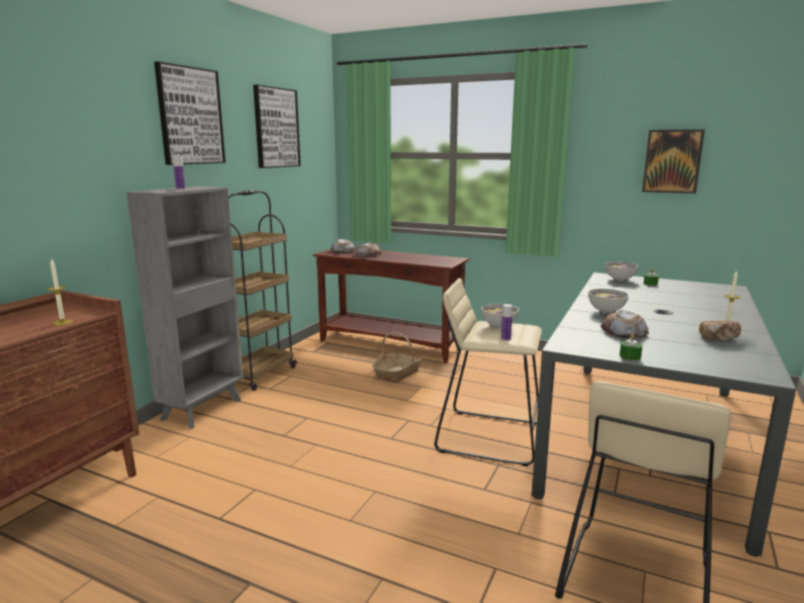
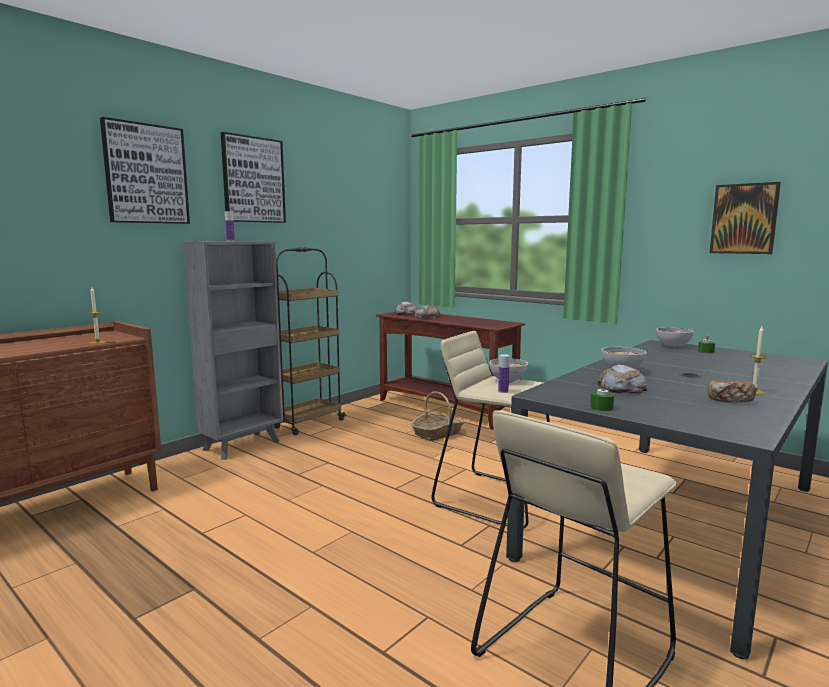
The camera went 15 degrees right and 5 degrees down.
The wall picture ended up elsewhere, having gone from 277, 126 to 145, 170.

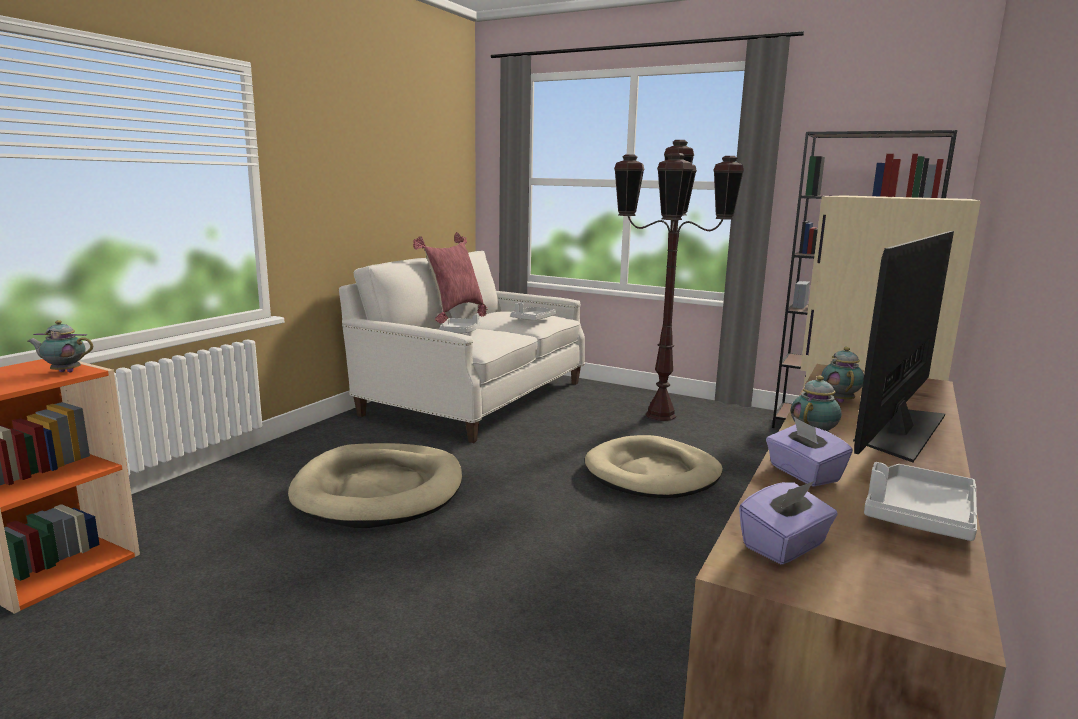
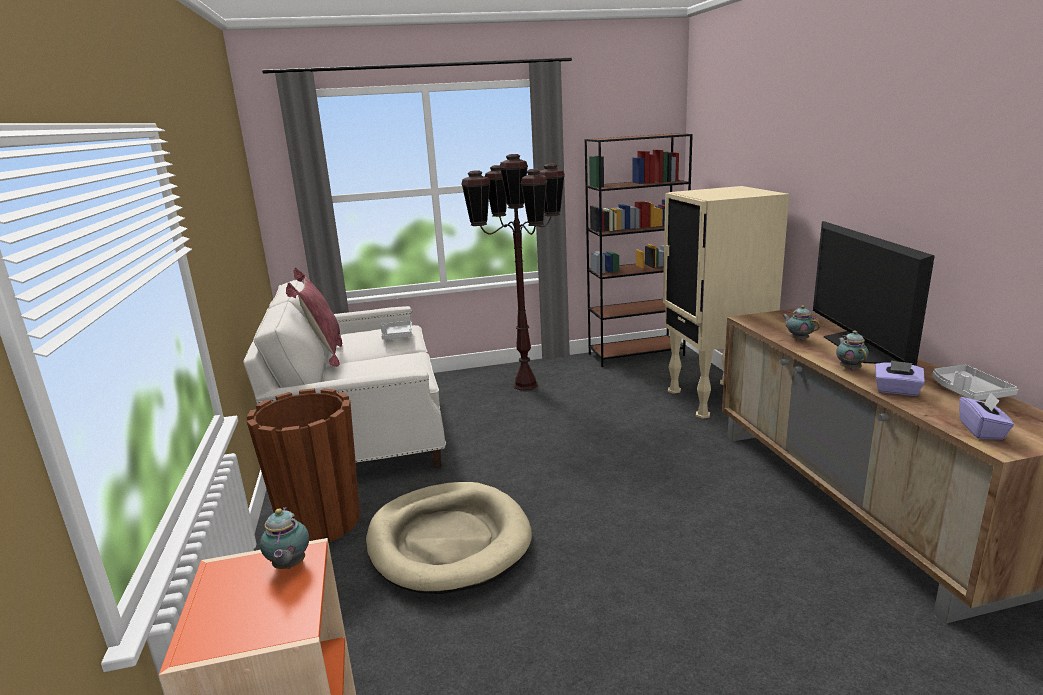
The camera went 40 degrees left and 5 degrees up.
The second view gained the brownish flower pot at 303, 465.
The teapot at 60, 346 ended up facing another way, 60 degrees counterclockwise from before.
The second view lost the gray carrying tray at 459, 323.
The second view lost the beige-coloured dog bed at 654, 466.

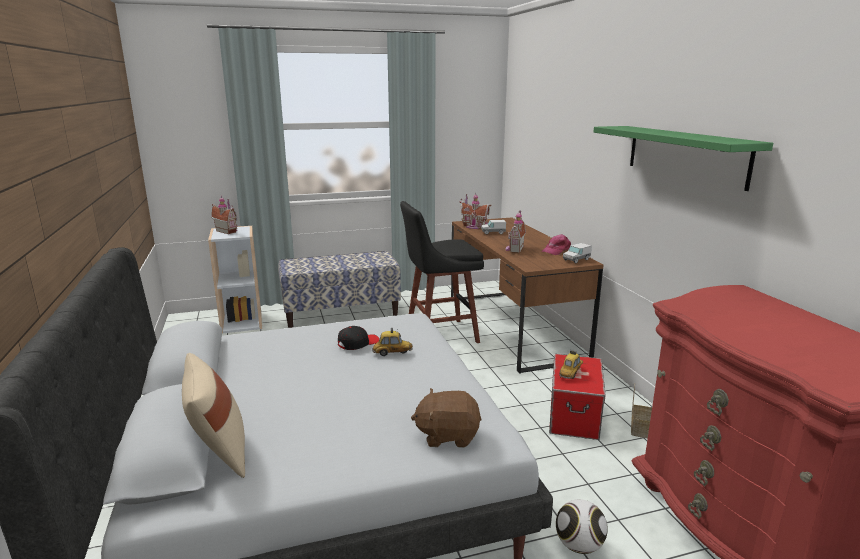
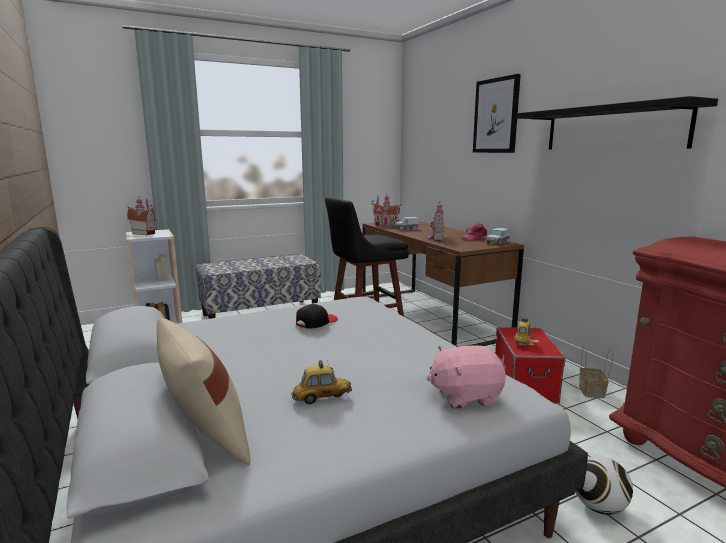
The camera went 10 degrees left and 5 degrees down.
The model car ended up elsewhere, having gone from 392, 342 to 321, 382.
What was the brownish plush toy at 446, 418 turned into the pinkish plush toy at 466, 377.
The second view gained the wall picture at 497, 113.
What was the greenish shelf at 683, 158 turned into the black shelf at 617, 122.

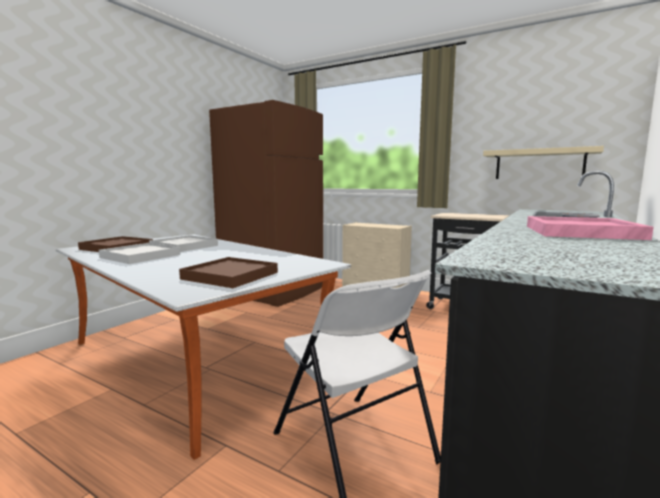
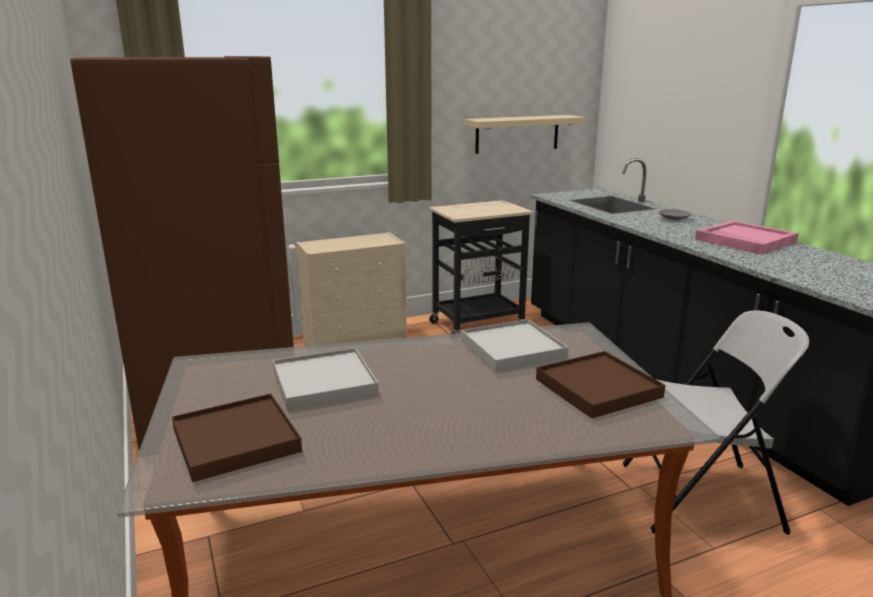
The camera went 55 degrees left and 10 degrees up.
The whitish carrying tray ended up elsewhere, having gone from 139, 253 to 515, 345.

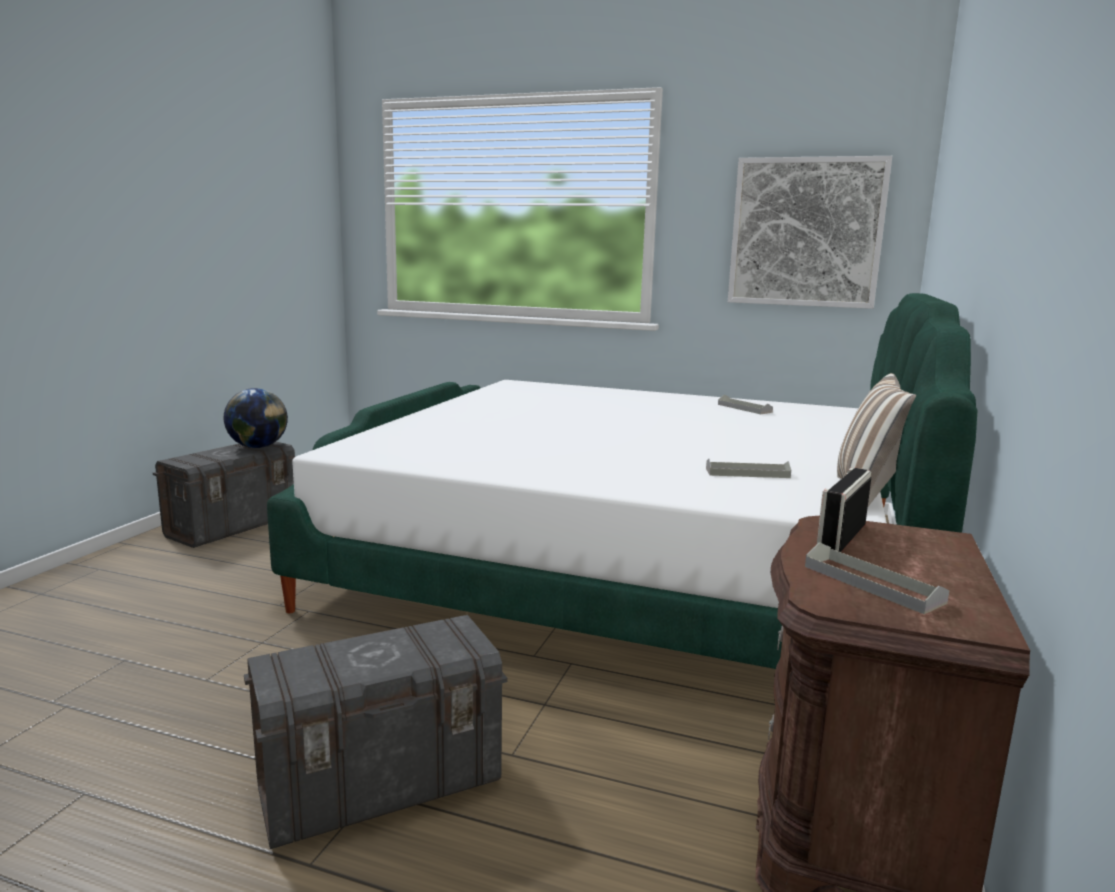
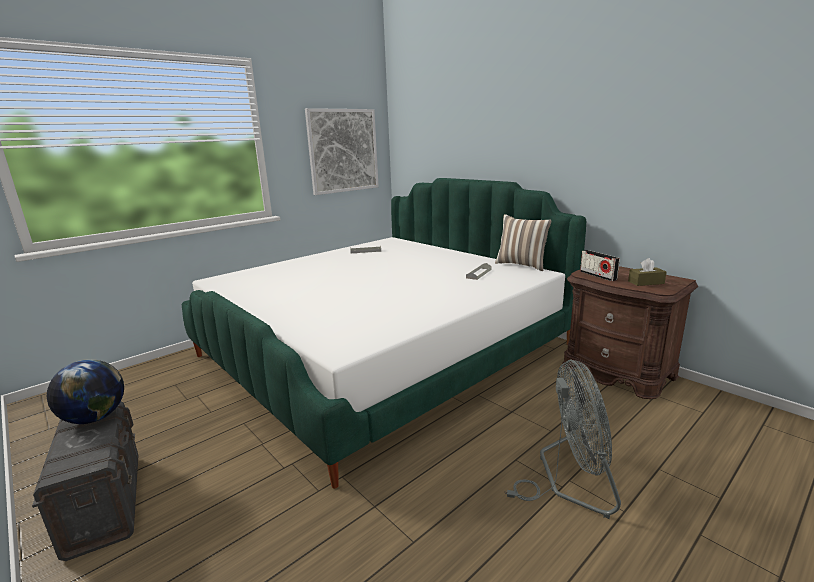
The camera went 60 degrees left and 5 degrees up.
Where the gray storage bin stood at 376, 732, the gray fan came to stand at 562, 439.
Where the gray carrying tray stood at 877, 578, the brownish tissue box came to stand at 647, 272.

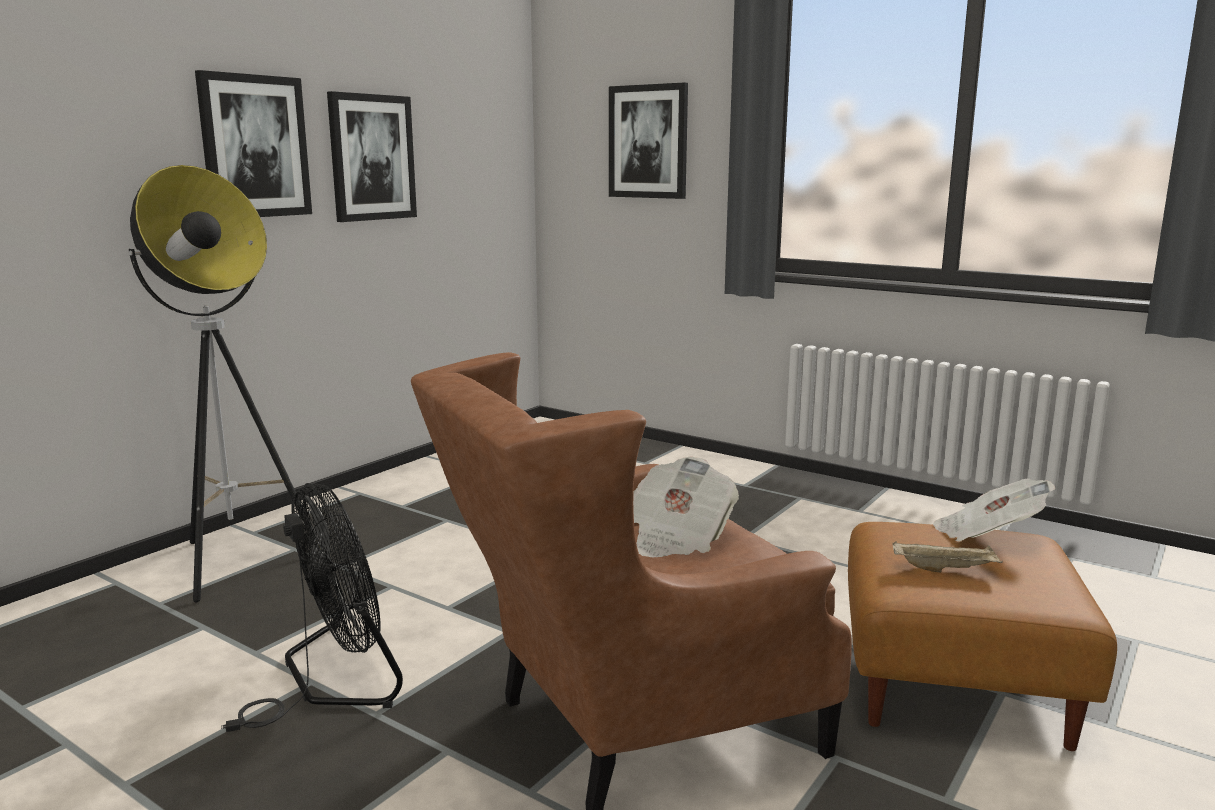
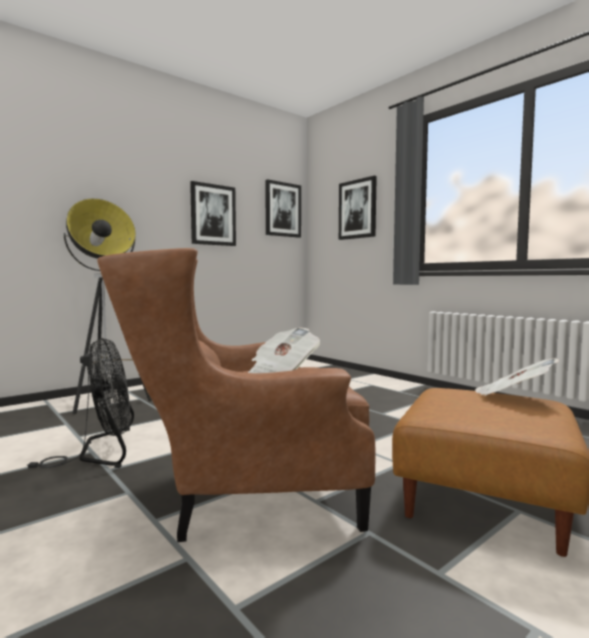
The camera went 15 degrees right and 10 degrees down.
The wall picture ended up elsewhere, having gone from 253, 143 to 283, 208.
The second view lost the beige-coloured carrying tray at 947, 557.

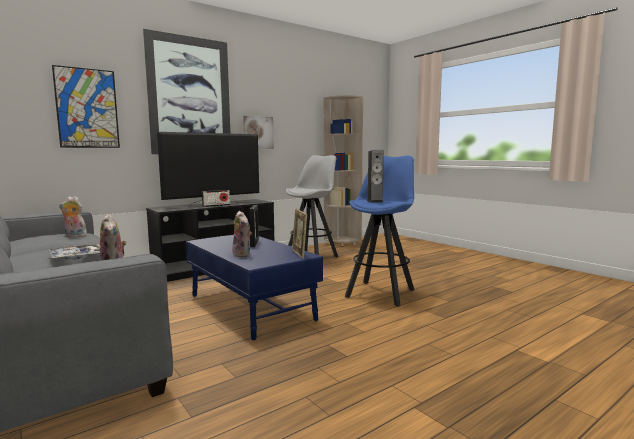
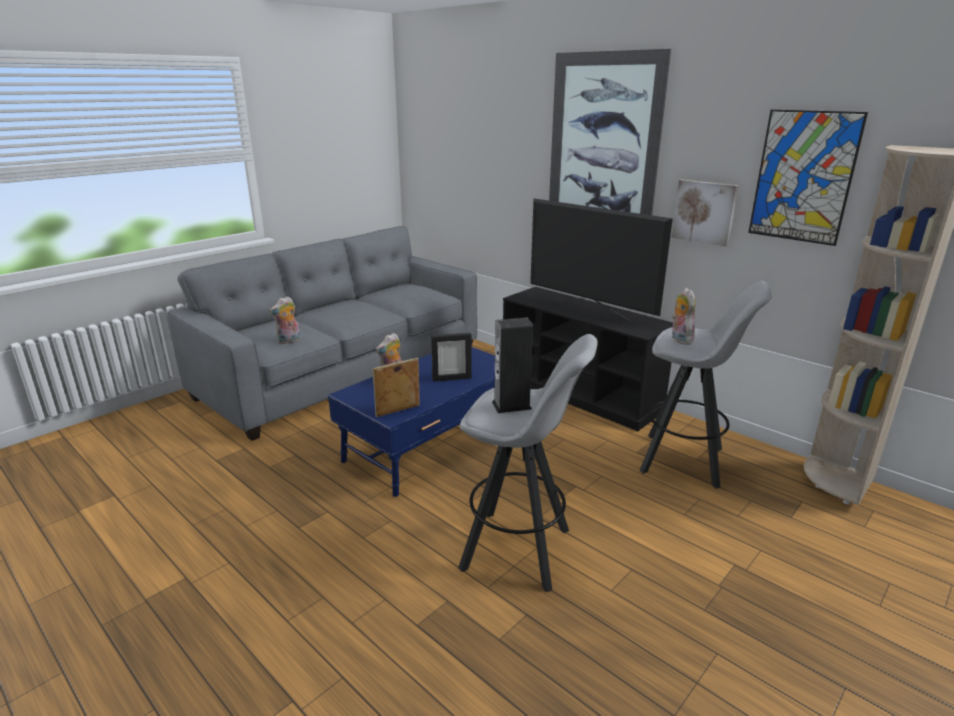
The camera went 80 degrees right and 15 degrees up.
What was the blue sitting stool at 379, 231 turned into the gray sitting stool at 527, 463.
The plush toy ended up elsewhere, having gone from 73, 216 to 684, 316.
The wall picture ended up elsewhere, having gone from 86, 106 to 808, 178.
The second view lost the carrying tray at 74, 252.
The second view lost the radio set at 216, 198.

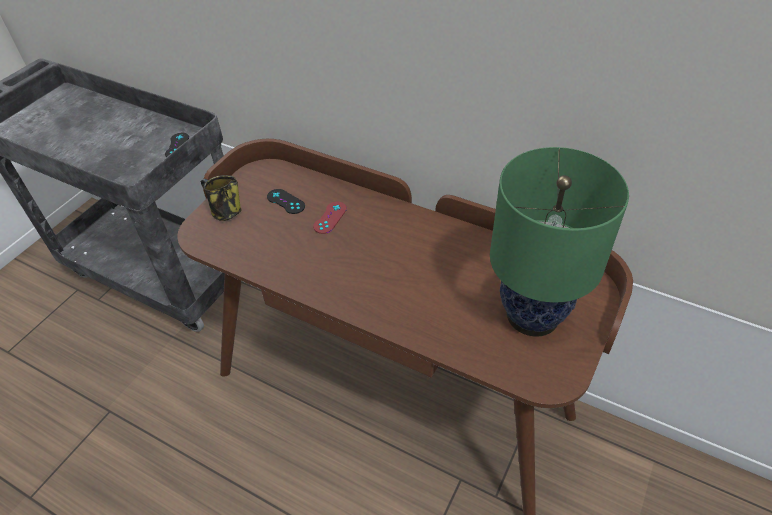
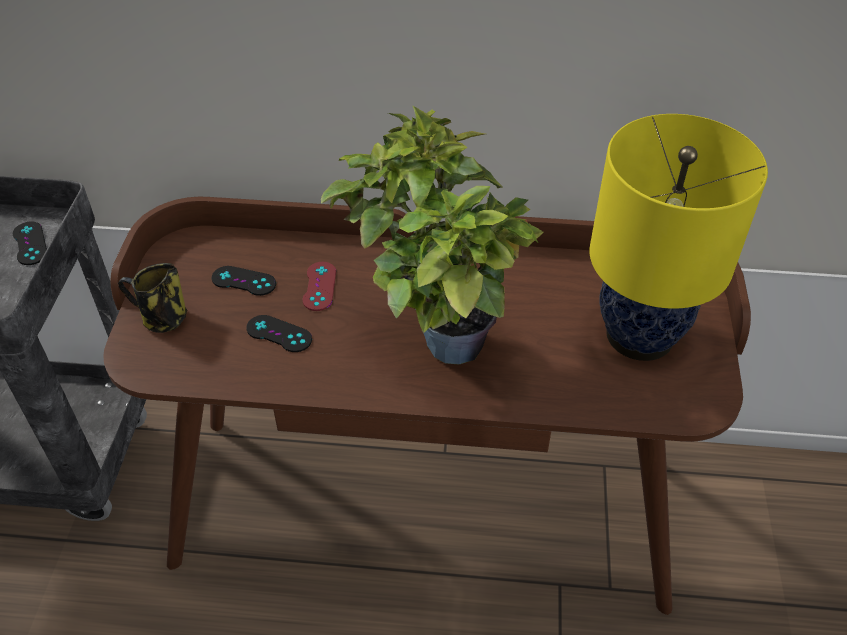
The camera went 25 degrees left and 0 degrees up.
The second view gained the black game controller at 279, 333.
The second view gained the houseplant at 432, 234.
What was the greenish lamp for a table at 559, 242 turned into the yellowish lamp for a table at 678, 237.

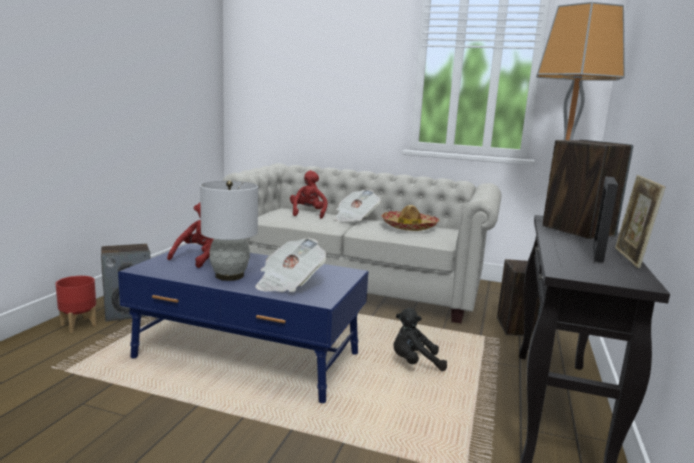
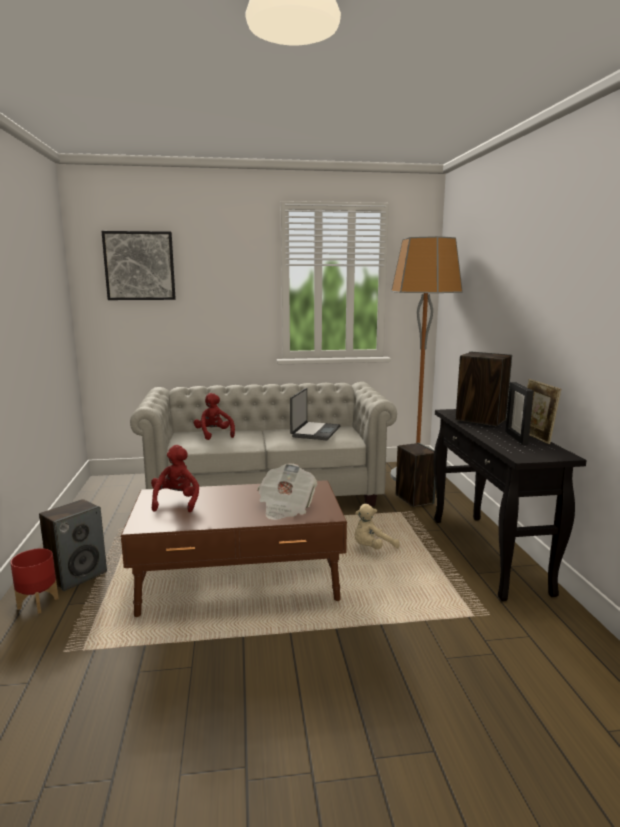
The camera went 25 degrees left and 0 degrees up.
The second view gained the wall picture at 138, 265.
What was the blue low table at 243, 323 turned into the brownish low table at 234, 548.
Where the hat stood at 410, 218, the notebook computer came to stand at 315, 414.
What was the black plush toy at 420, 339 turned into the beige-coloured plush toy at 377, 526.
The second view lost the whitish lamp for a table at 229, 230.
The second view lost the newspaper at 357, 205.

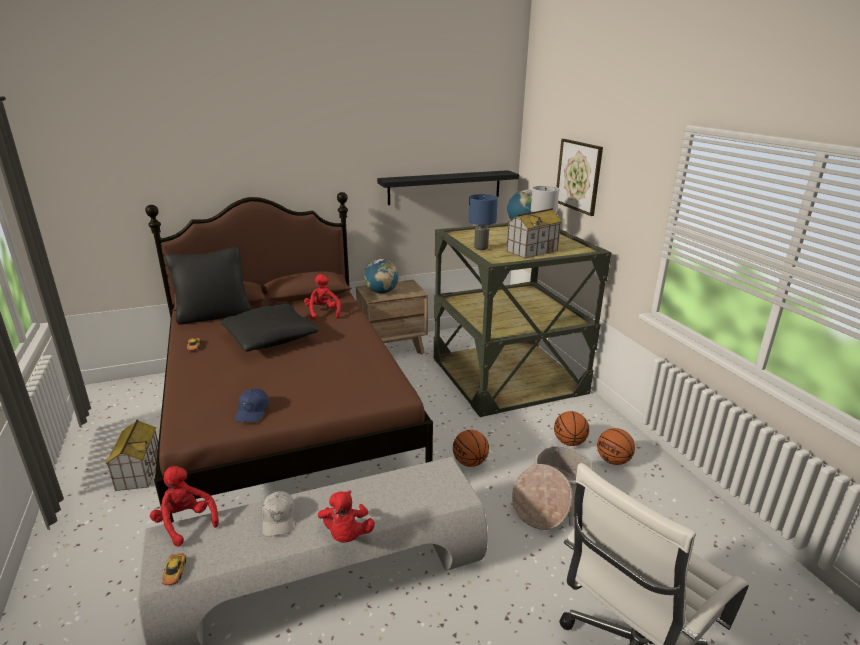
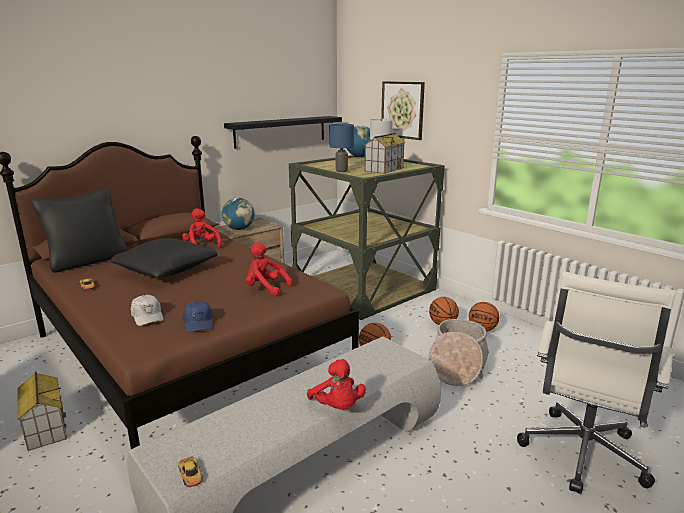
The camera went 20 degrees left and 5 degrees down.
The whitish cap ended up elsewhere, having gone from 278, 514 to 147, 310.
The reddish plush toy ended up elsewhere, having gone from 184, 506 to 269, 269.

